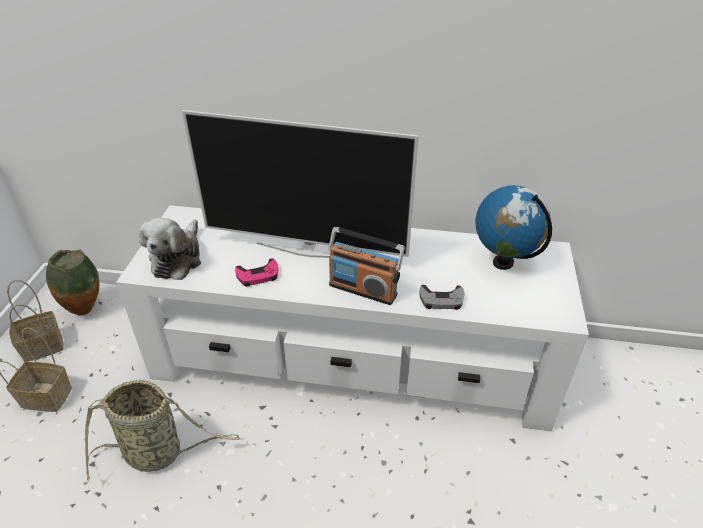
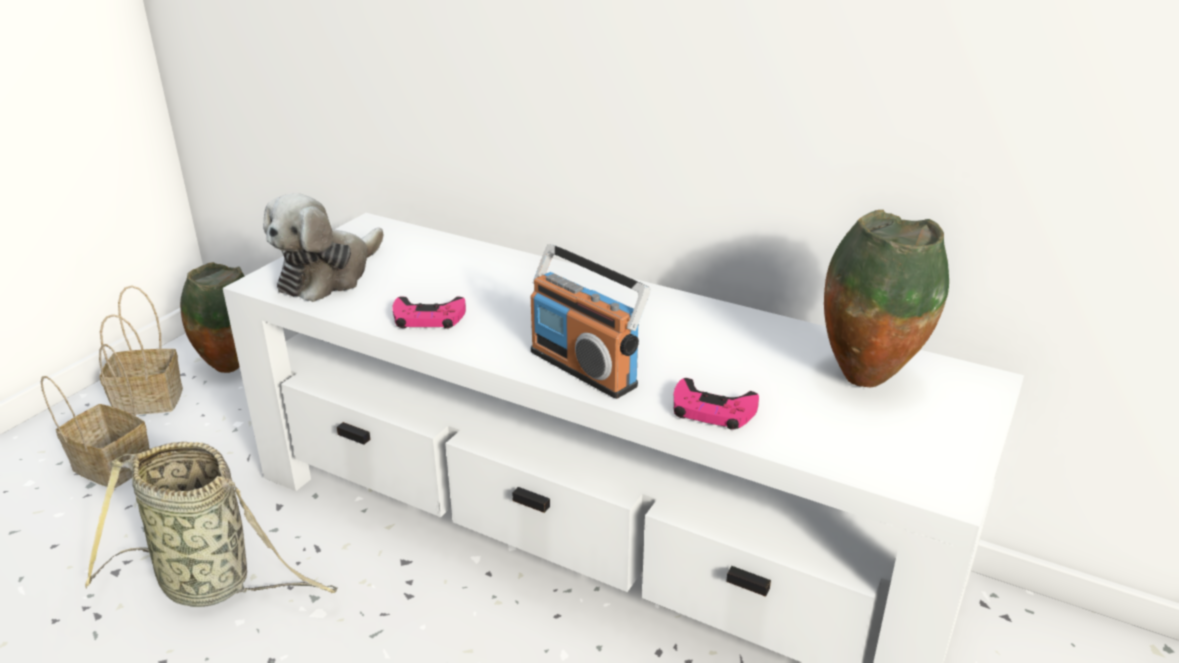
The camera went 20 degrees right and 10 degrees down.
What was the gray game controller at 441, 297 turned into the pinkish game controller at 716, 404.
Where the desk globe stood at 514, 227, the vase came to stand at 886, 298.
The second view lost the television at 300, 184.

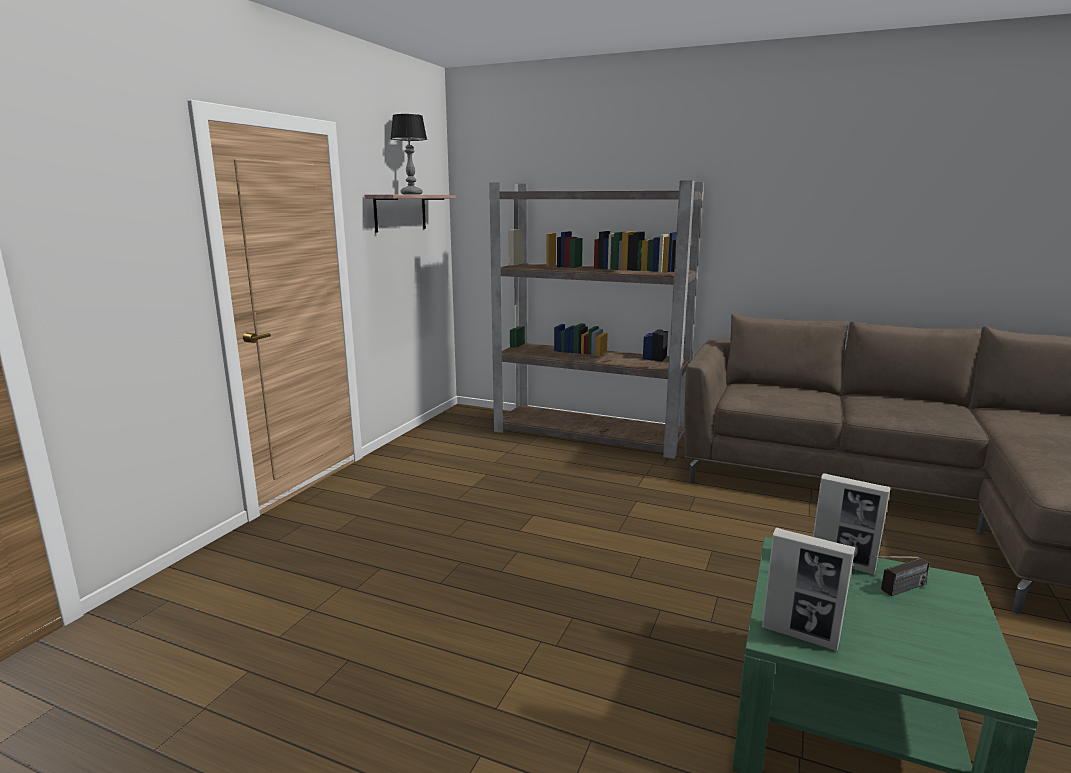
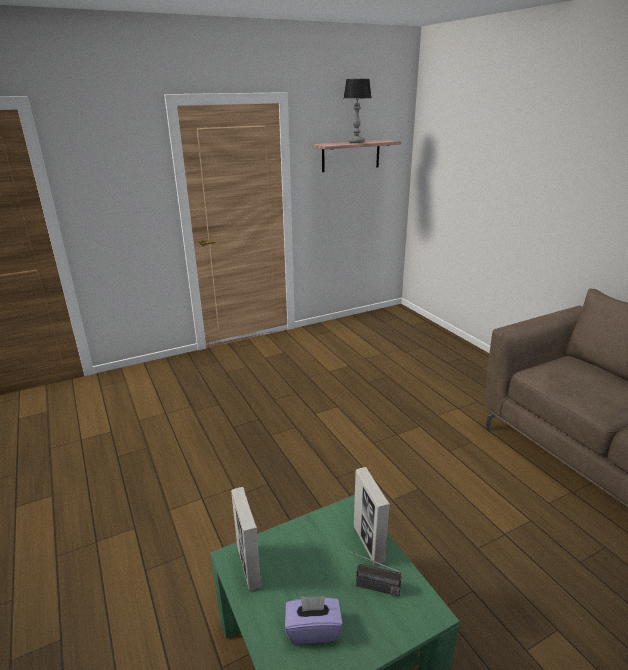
The camera went 40 degrees right and 10 degrees up.
The second view gained the purple tissue box at 314, 620.
The second view lost the brownish shelving unit at 597, 319.

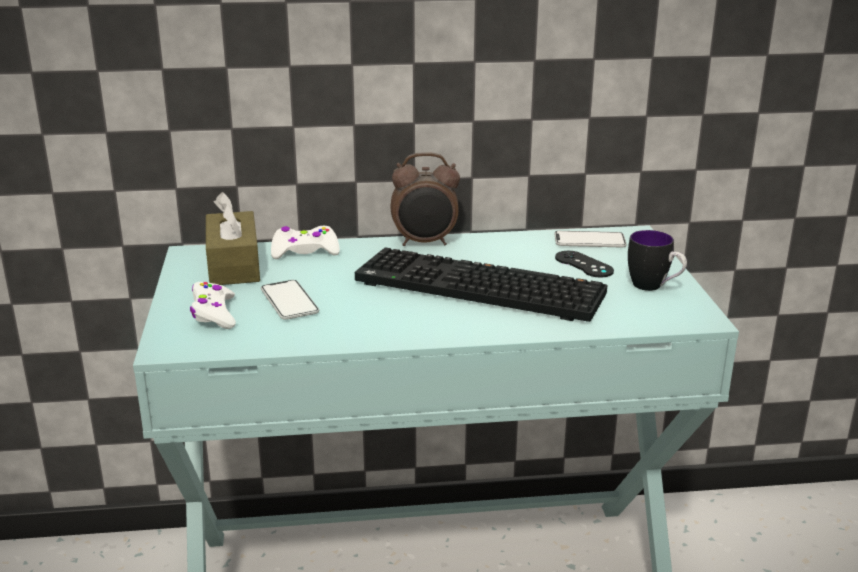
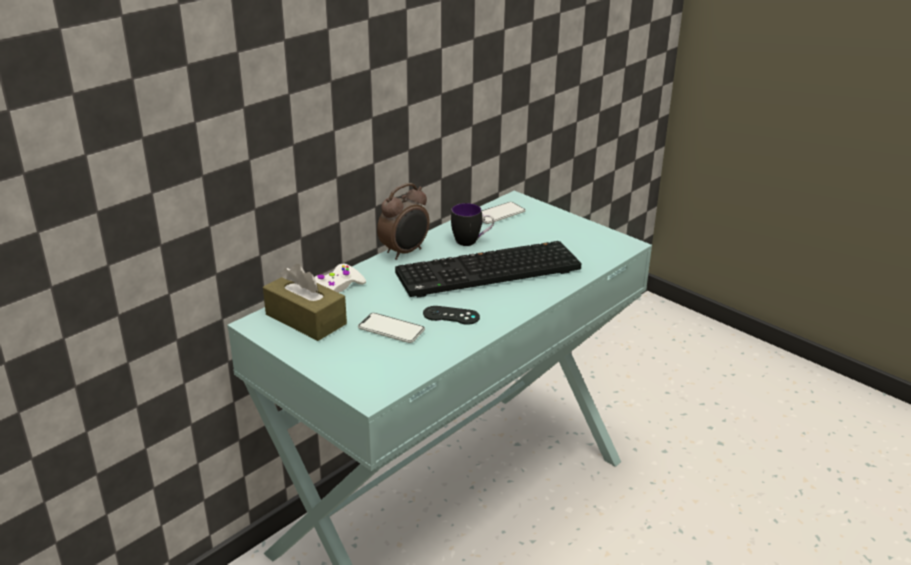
The camera went 40 degrees left and 5 degrees up.
The black game controller ended up elsewhere, having gone from 584, 264 to 451, 315.
The tea mug ended up elsewhere, having gone from 657, 260 to 472, 224.
The second view lost the whitish game controller at 213, 305.

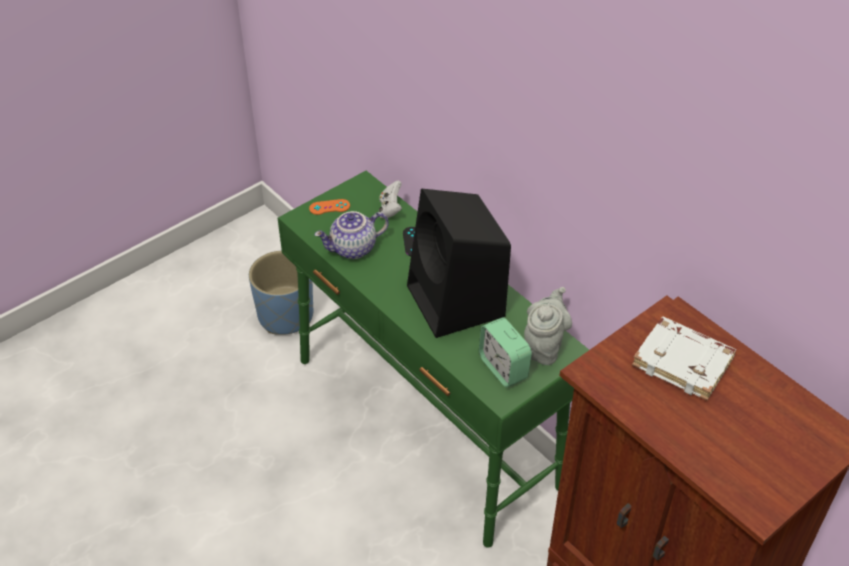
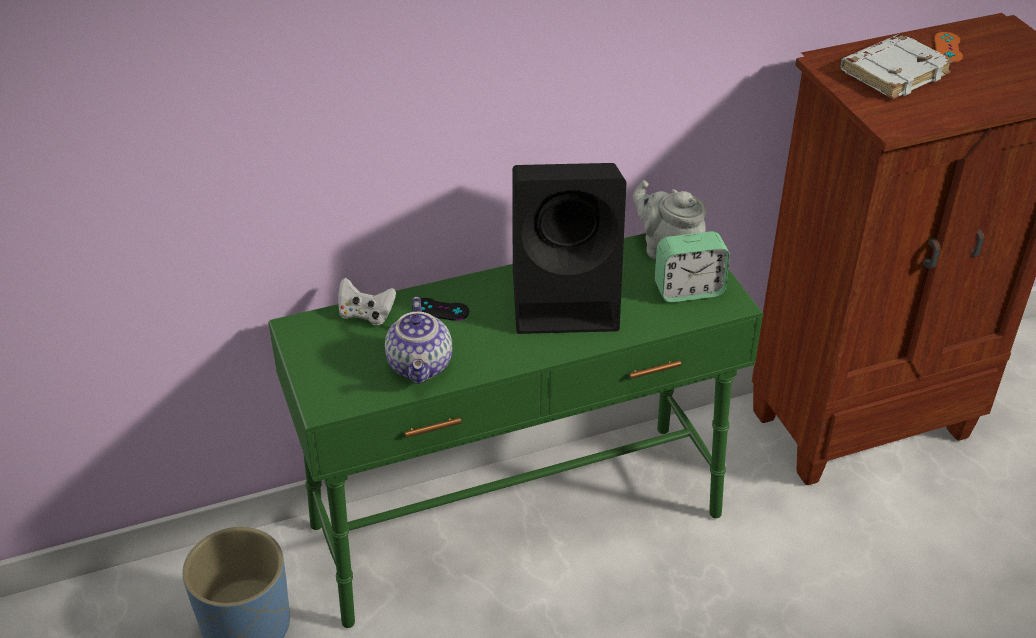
The camera went 70 degrees left and 5 degrees down.
The orange-coloured game controller ended up elsewhere, having gone from 329, 207 to 948, 47.

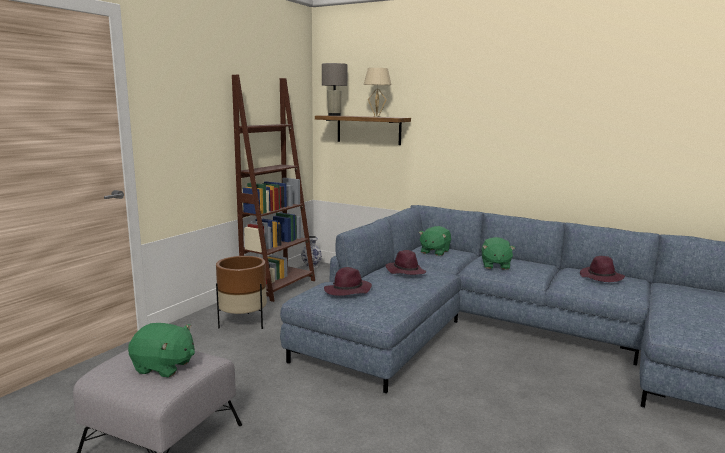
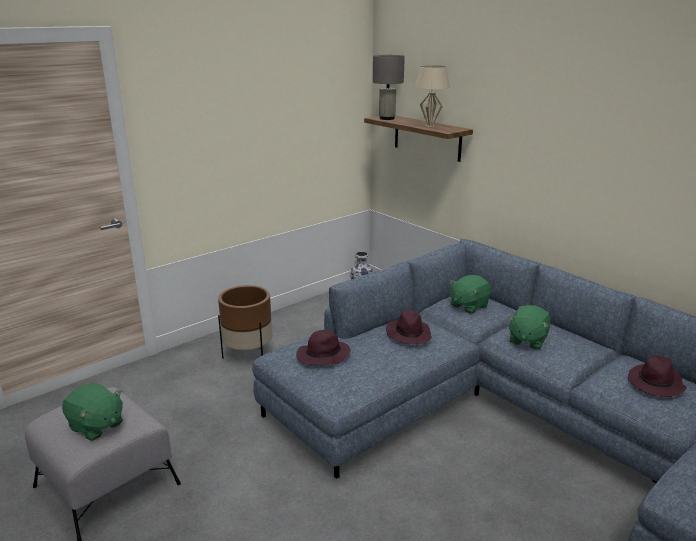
The camera went 20 degrees right and 10 degrees up.
The second view lost the brownish shelving unit at 273, 188.

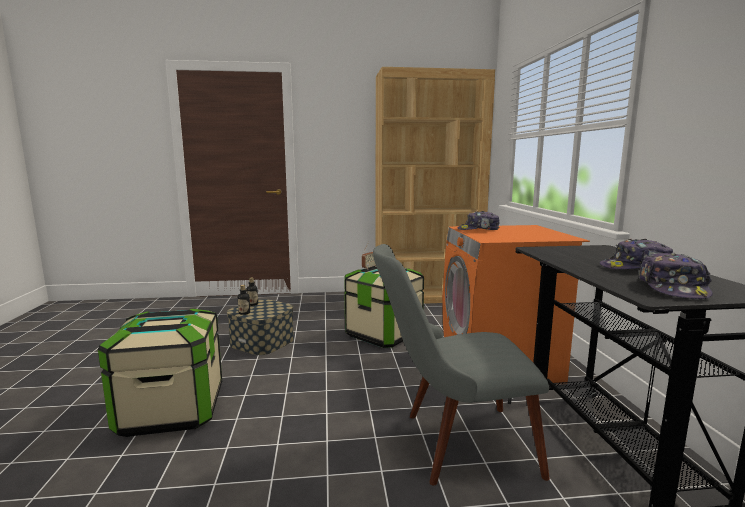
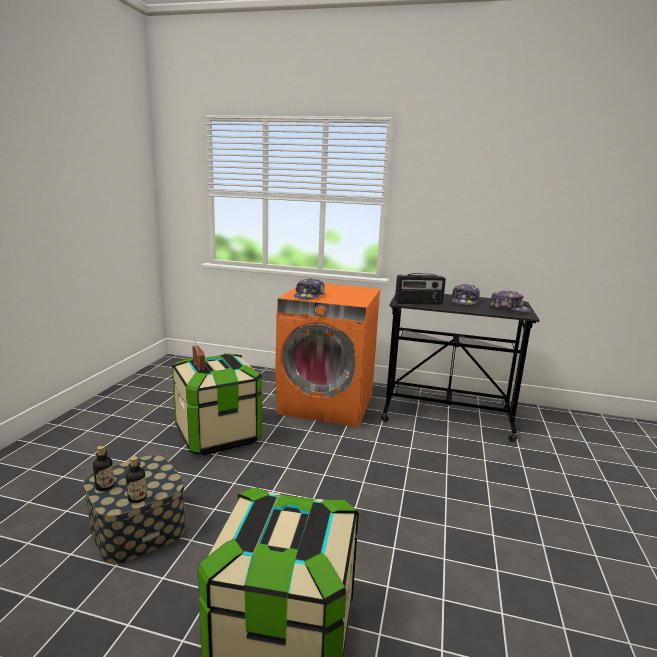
The camera went 70 degrees left and 5 degrees up.
The second view gained the radio set at 420, 289.
The second view lost the gray chair at 461, 364.
The second view lost the brownish shelving unit at 435, 185.

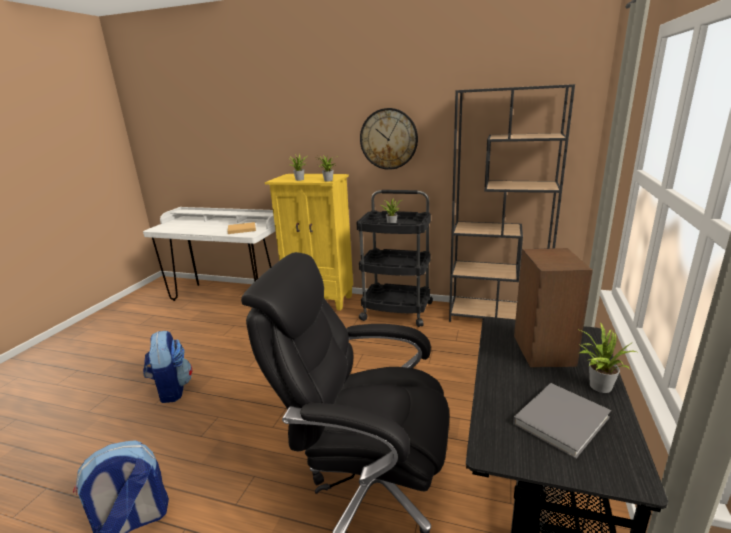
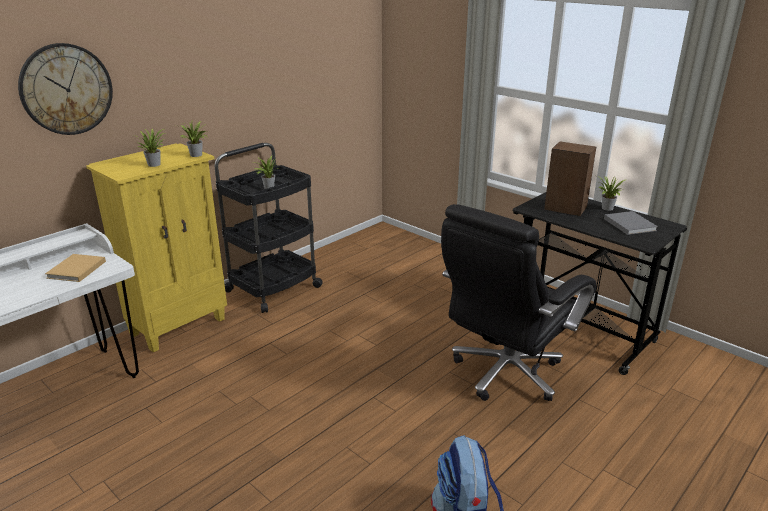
The camera went 65 degrees left and 5 degrees up.
The wall clock ended up elsewhere, having gone from 389, 139 to 65, 89.
The second view lost the backpack at 168, 367.
The second view lost the shelving unit at 512, 203.

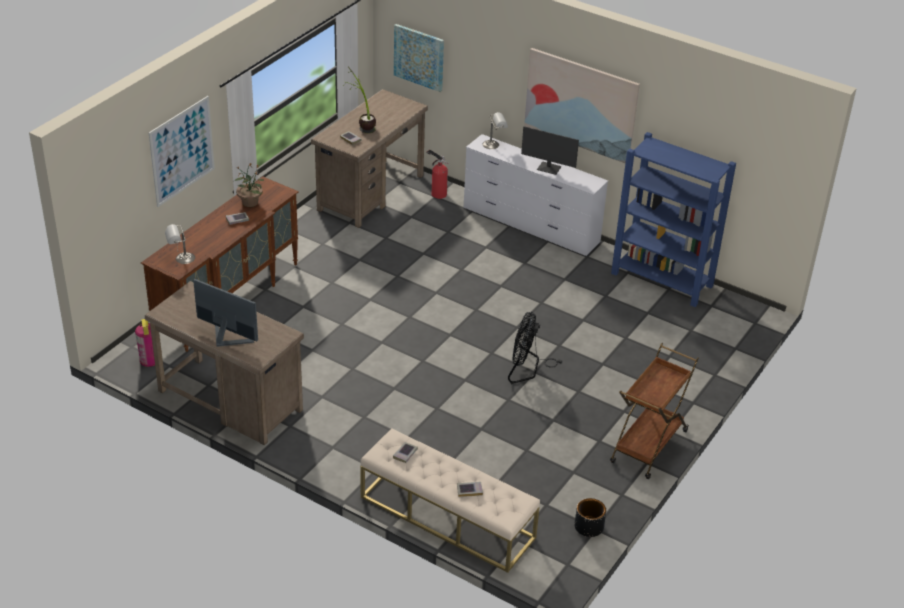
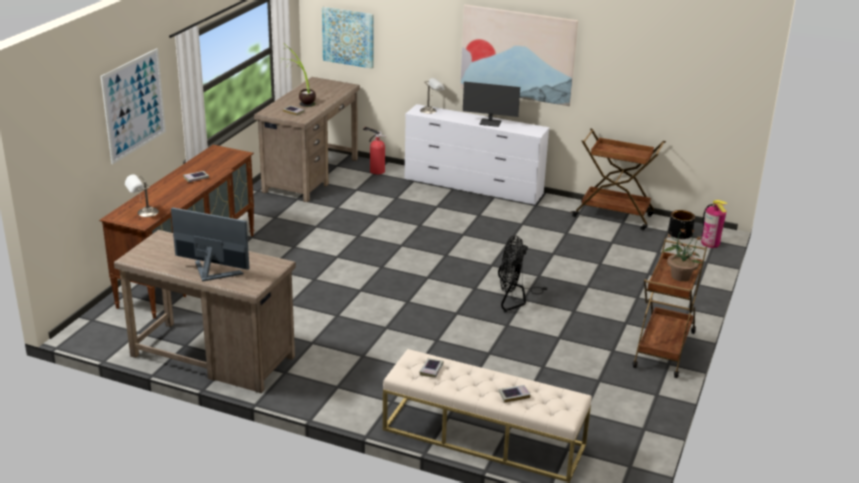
The camera went 10 degrees left and 10 degrees down.
Where the blue shelving unit stood at 673, 219, the brownish cart came to stand at 618, 179.
The houseplant ended up elsewhere, having gone from 249, 184 to 683, 254.
The black flower pot ended up elsewhere, having gone from 590, 517 to 681, 224.
The fire extinguisher ended up elsewhere, having gone from 145, 343 to 714, 224.

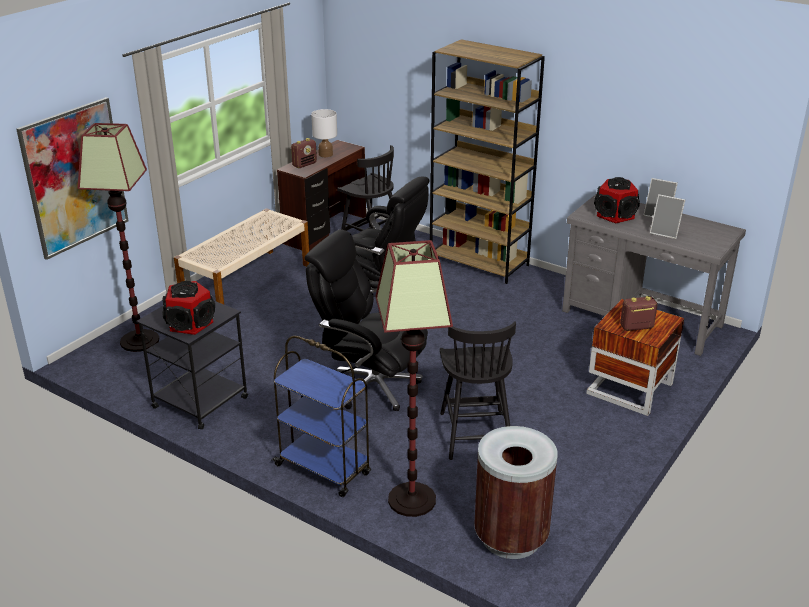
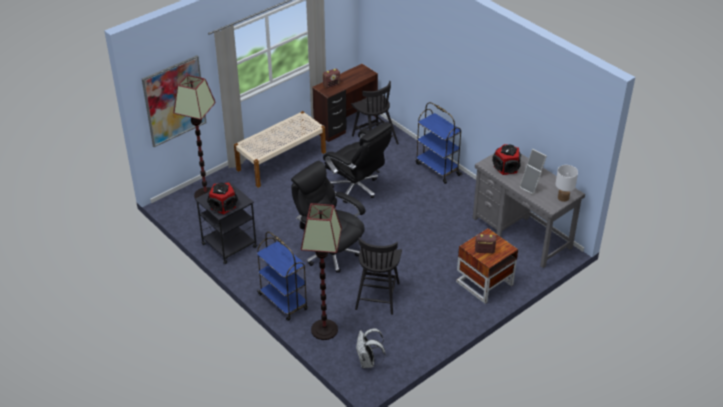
The camera went 15 degrees right and 10 degrees up.
Where the brownish waste bin stood at 516, 492, the whitish backpack came to stand at 371, 348.
Where the brownish shelving unit stood at 487, 161, the blue cart came to stand at 439, 143.
The whitish lamp for a table ended up elsewhere, having gone from 324, 133 to 566, 183.

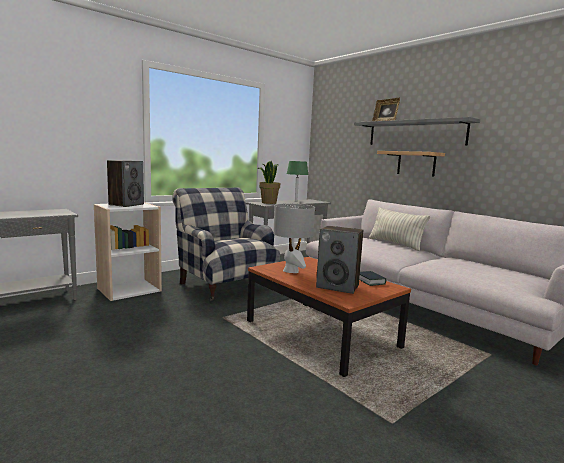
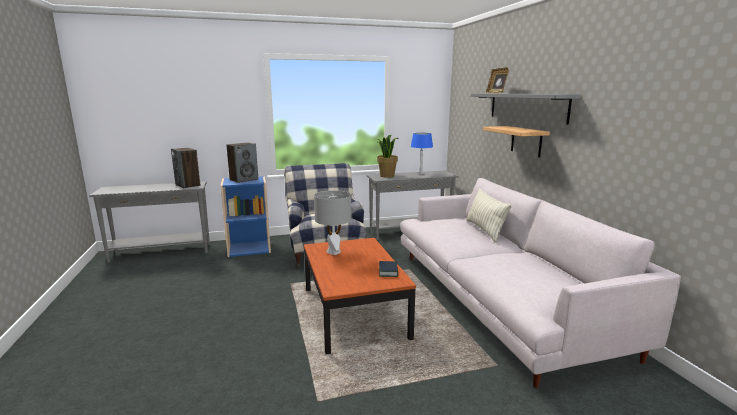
The camera went 25 degrees right and 5 degrees up.
The speaker ended up elsewhere, having gone from 339, 260 to 186, 168.
What was the whitish shelving unit at 128, 251 turned into the blue shelving unit at 246, 216.
What was the greenish lamp for a table at 297, 181 turned into the blue lamp for a table at 422, 153.

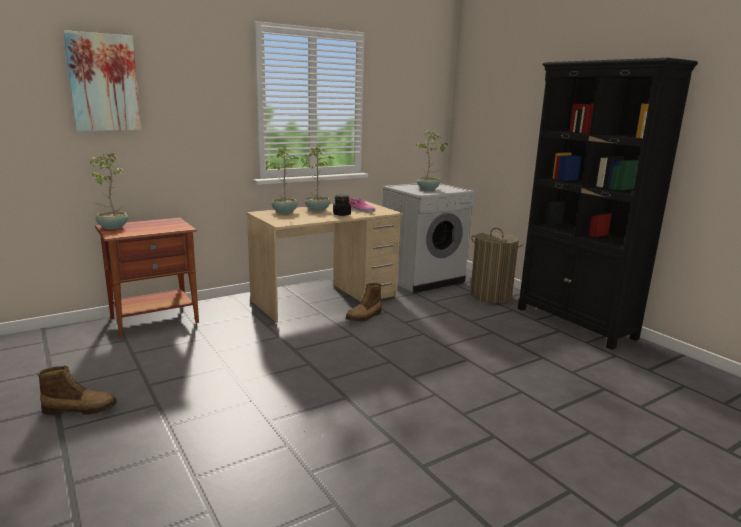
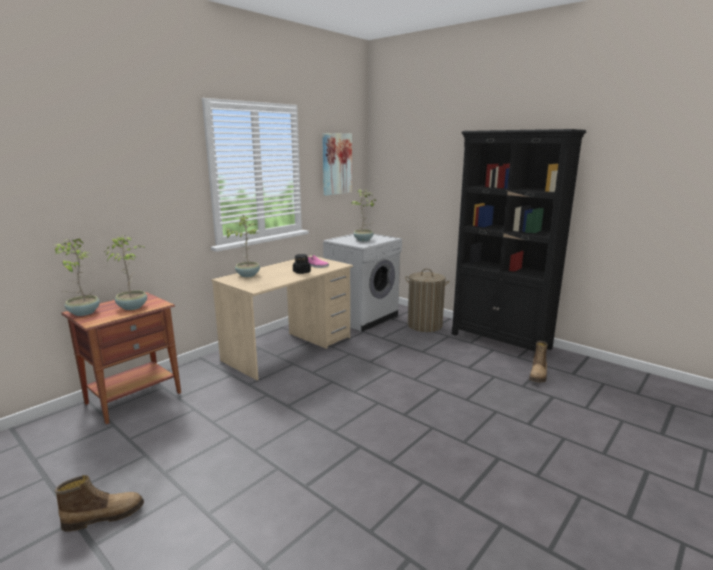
The camera went 15 degrees left and 0 degrees up.
The houseplant ended up elsewhere, having gone from 317, 179 to 126, 272.
The wall picture ended up elsewhere, having gone from 102, 80 to 337, 164.
The high-top boot ended up elsewhere, having gone from 364, 302 to 538, 361.

